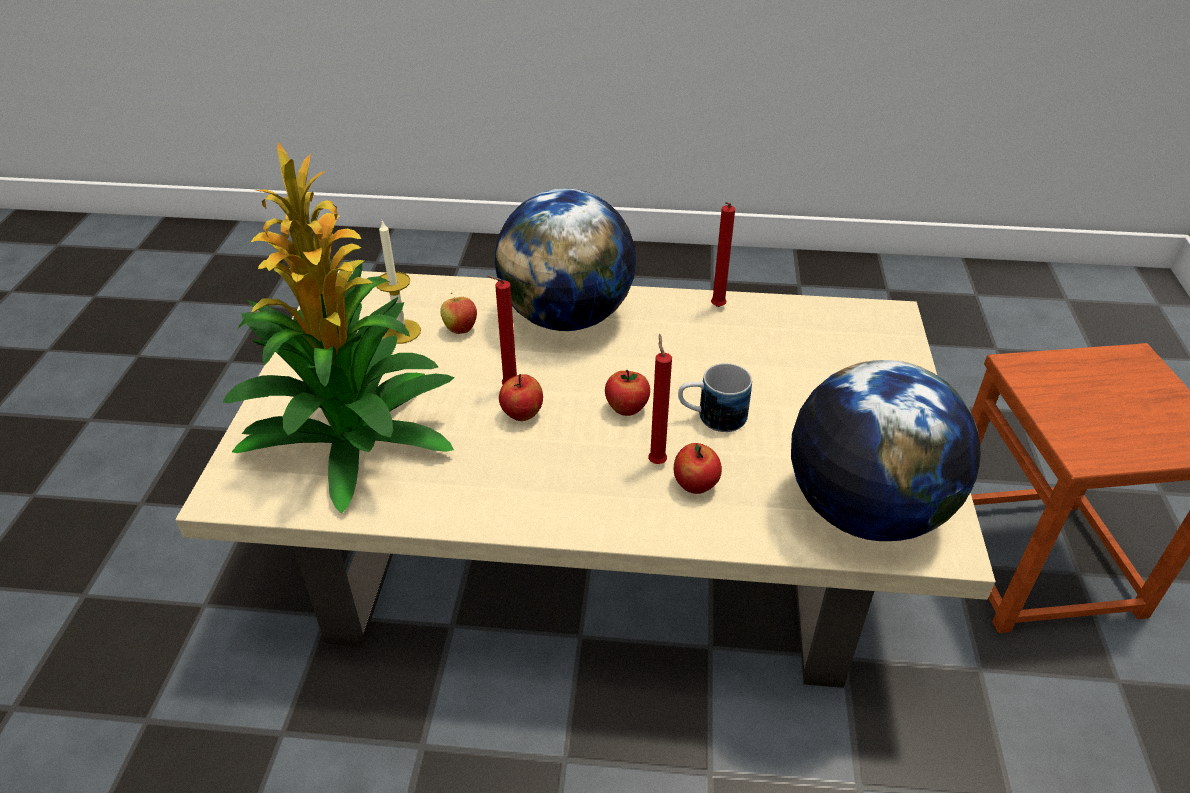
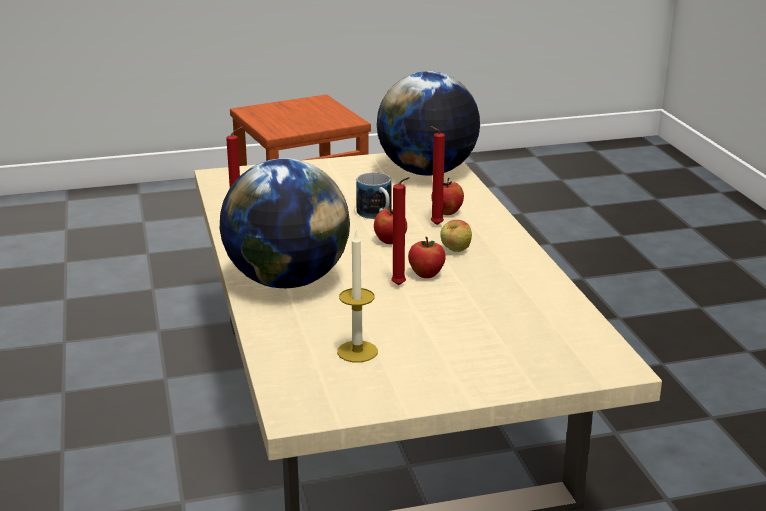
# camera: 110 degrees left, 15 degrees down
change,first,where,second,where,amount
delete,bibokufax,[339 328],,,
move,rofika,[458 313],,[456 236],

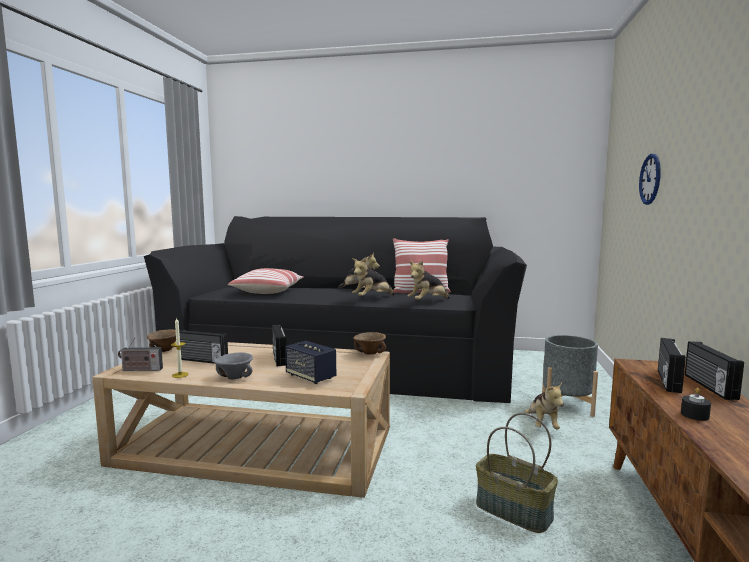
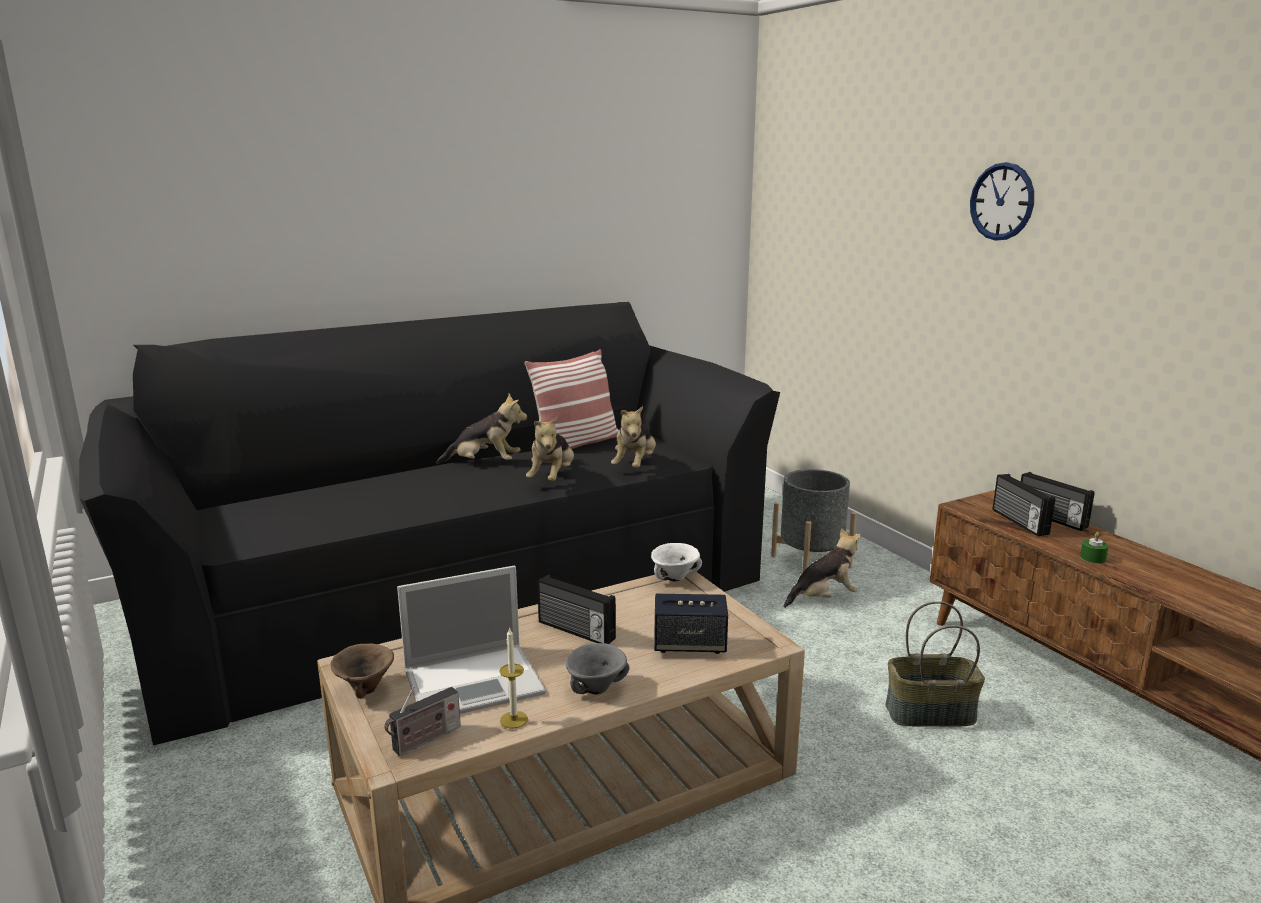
# camera: 40 degrees left, 10 degrees up
change,first,where,second,where,amount
move,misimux,[650 179],,[1002 201],
delete,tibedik,[266 281],,,
replace,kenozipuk,[203 347],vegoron,[471 640],
recolor,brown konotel,[369 343],white konotel,[676 562],
rotate,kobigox,[544 406],,[822 568],75 degrees counterclockwise
recolor,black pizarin,[696 404],green pizarin,[1094 547],

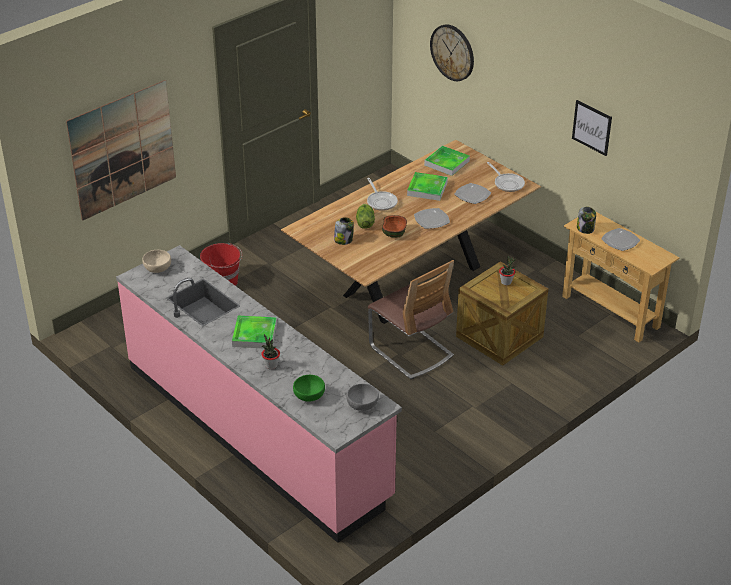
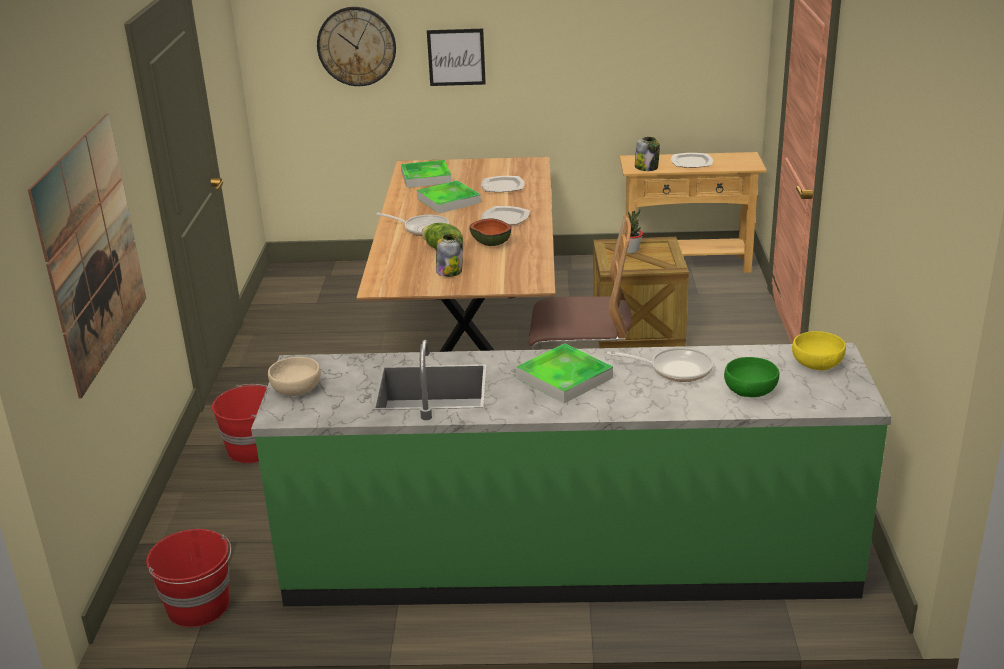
# camera: 45 degrees left, 10 degrees down
change,first,where,second,where,amount
move,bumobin,[592 128],,[456 57],
move,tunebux,[506 177],,[660 364],
recolor,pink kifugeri,[259 394],green kifugeri,[571 473],
delete,bibokufax,[270 351],,,
recolor,grey konotel,[362 397],yellow konotel,[819 350],
insert,,,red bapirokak,[188 578],

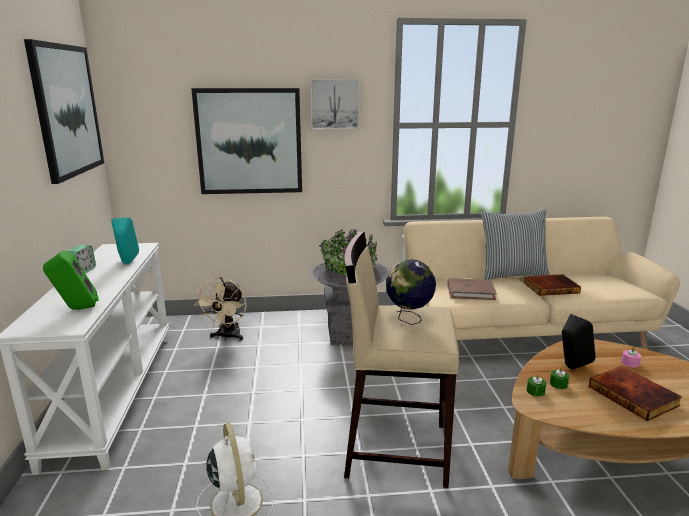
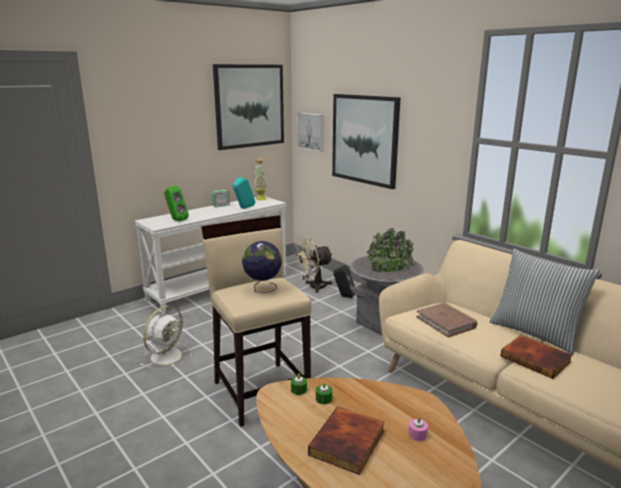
# camera: 55 degrees right, 0 degrees up
change,first,where,second,where,amount
move,bumobin,[334 104],,[310 132],
move,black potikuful,[579 342],,[344 281],
insert,,,bibokufax,[260 179],

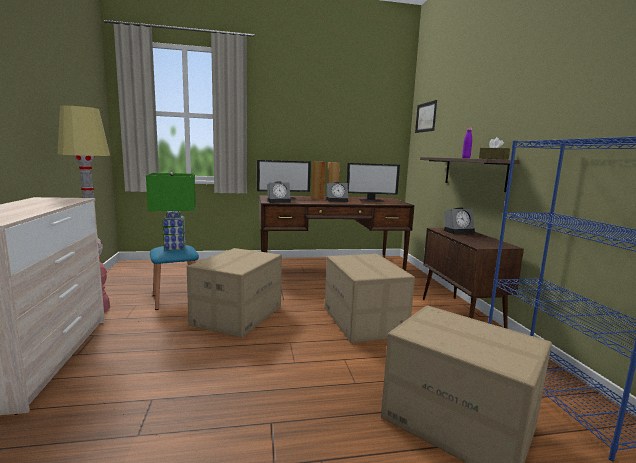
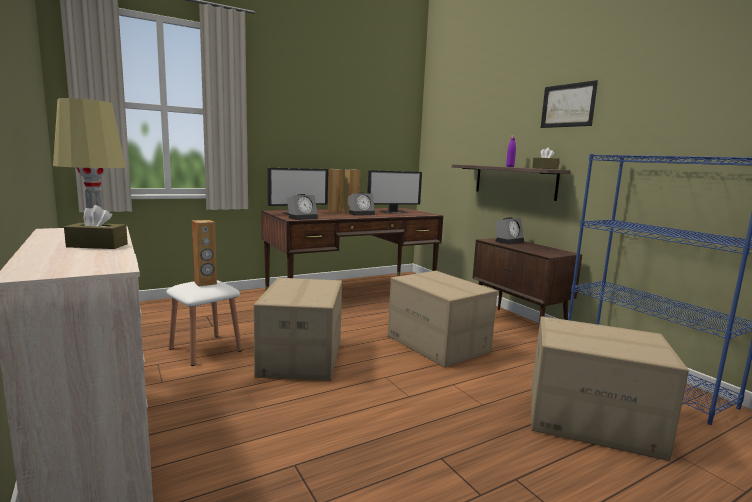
# camera: 20 degrees left, 0 degrees up
change,first,where,second,where,amount
move,bumobin,[426 116],,[569 104],
replace,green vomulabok,[171 211],brown potikuful,[204 253],
recolor,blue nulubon,[174 277],white nulubon,[204 323],
insert,,,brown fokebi,[96 227],

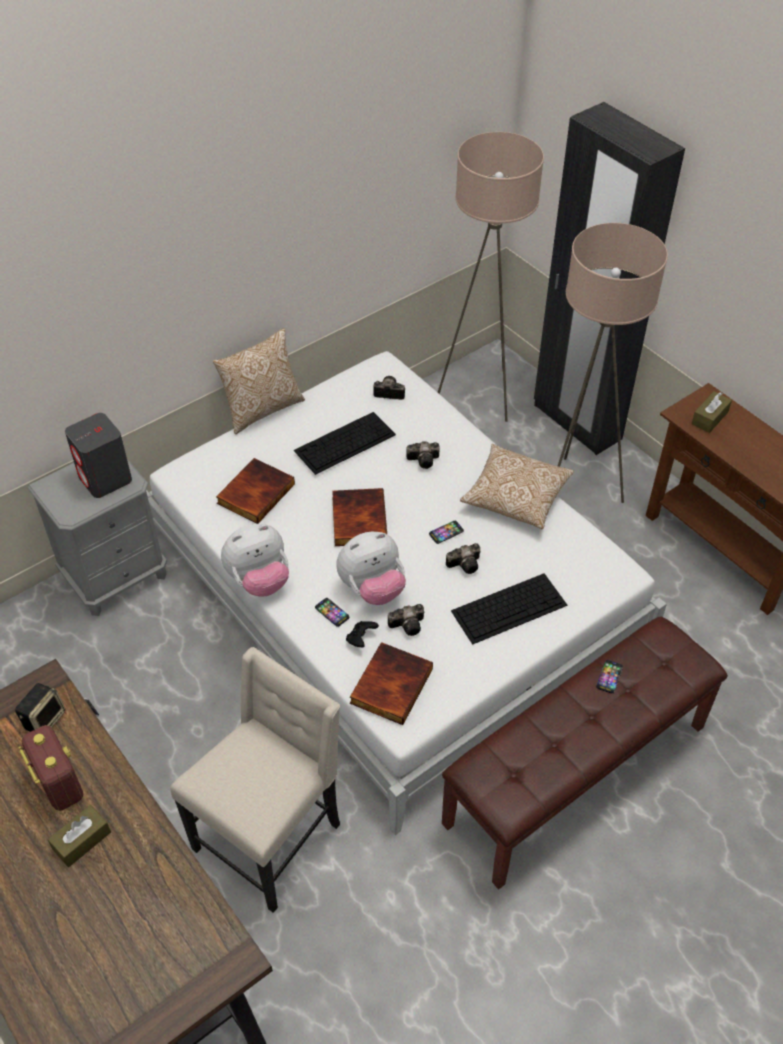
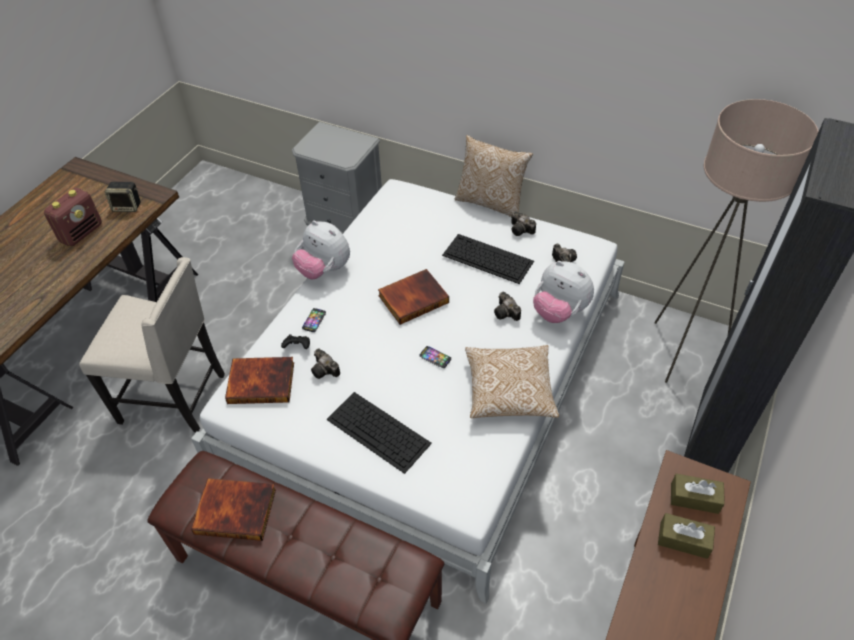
# camera: 65 degrees right, 0 degrees up
change,first,where,second,where,amount
delete,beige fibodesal,[613 363],,,
delete,grey potikuful,[98 455],,,
move,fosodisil,[255 491],,[233 509],
move,kobigox,[371 568],,[563 292],
move,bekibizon,[463 558],,[523 223],
delete,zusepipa,[610 676],,,
move,brown fokebi,[79 836],,[686 536],

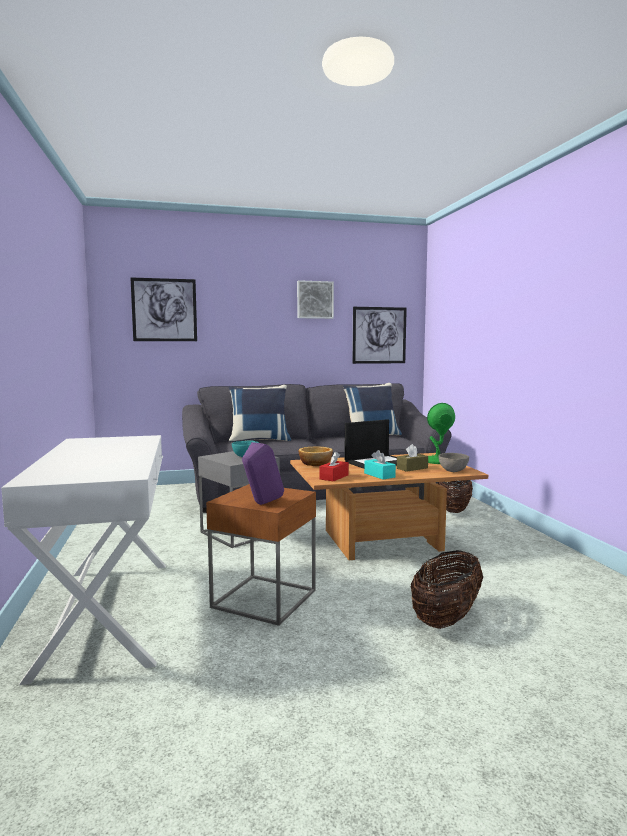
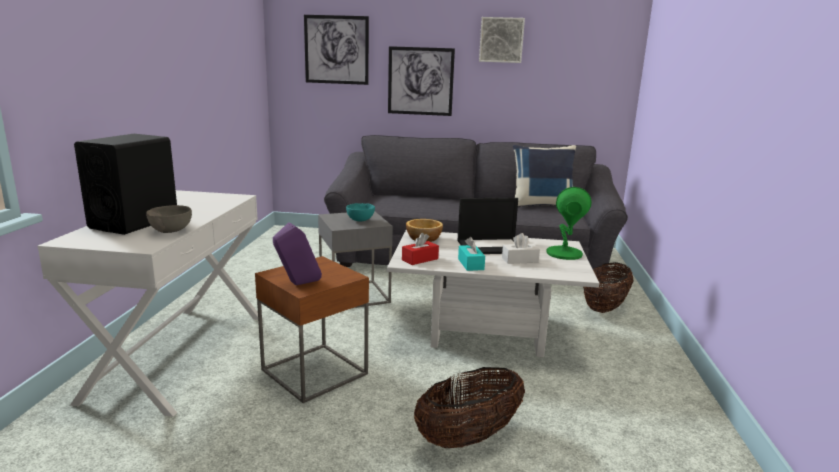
# camera: 20 degrees right, 10 degrees up
change,first,where,second,where,amount
move,bumobin,[379 335],,[421 81],
delete,blue tibedik,[260 414],,,
recolor,brown fokebi,[412 458],white fokebi,[521 248],
recolor,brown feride,[389 506],white feride,[493 293],
move,grey konotel,[453 462],,[169 219],
insert,,,black potikuful,[125 184],

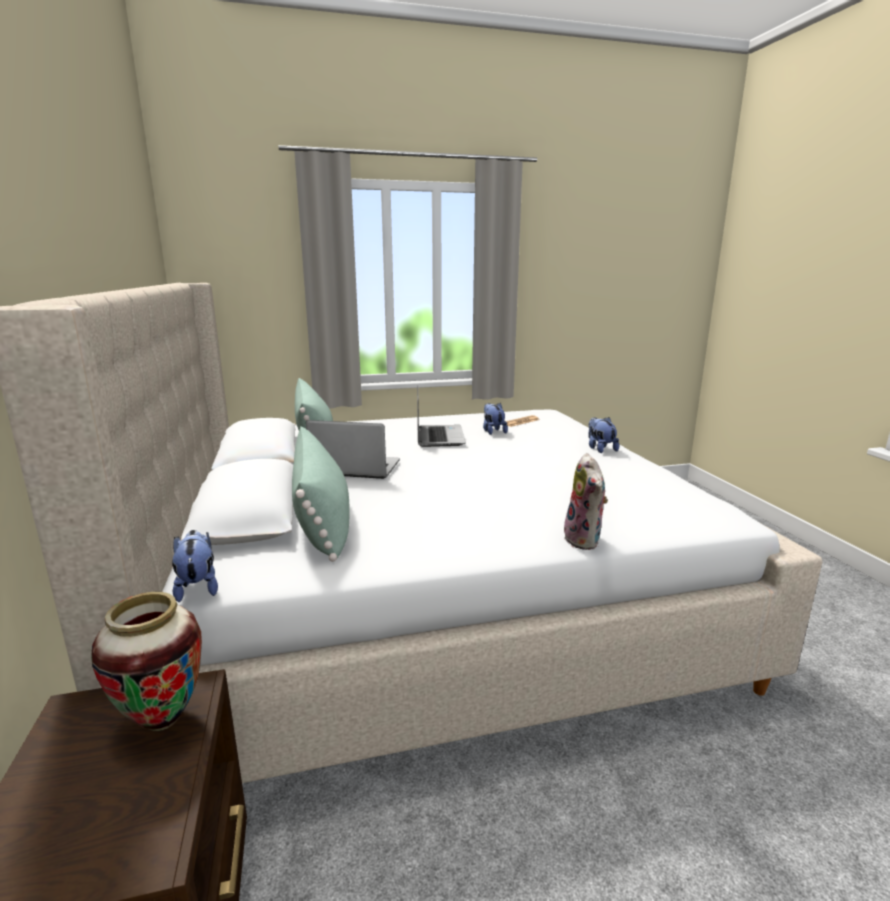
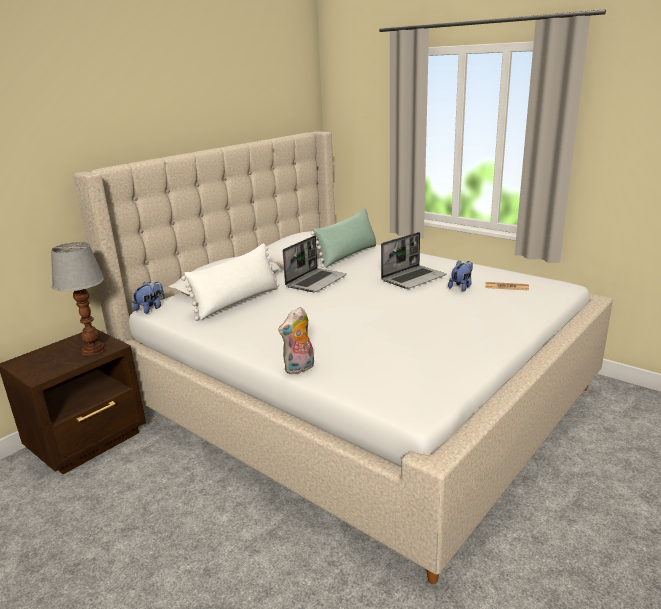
# camera: 55 degrees right, 5 degrees up
change,first,where,second,where,amount
delete,kobigox,[604 435],,,
rotate,vegoron,[353 449],,[315 263],60 degrees clockwise
recolor,green tibedik,[321 494],white tibedik,[230 282],
replace,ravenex,[146 661],vomulabok,[78 298],

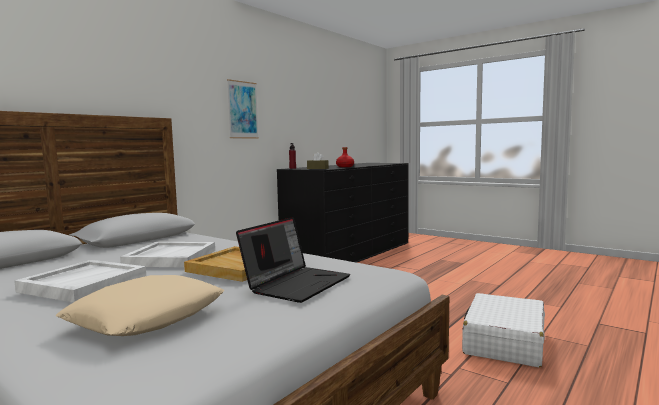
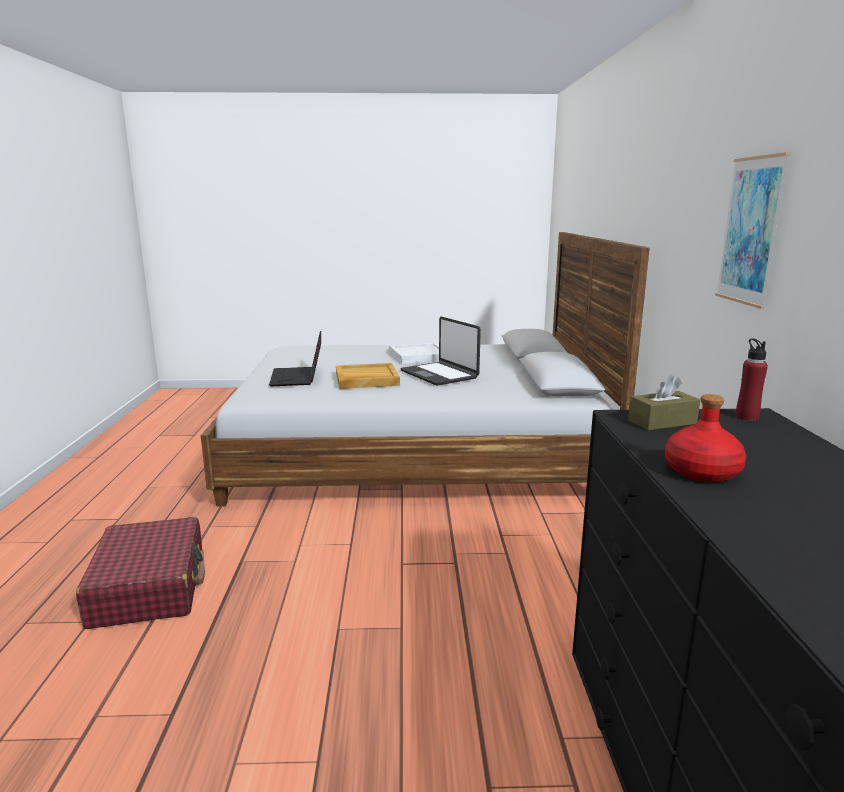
# camera: 140 degrees right, 10 degrees up
change,first,where,second,where,amount
replace,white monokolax,[167 255],vegoron,[440 351],
delete,beige tibedik,[140 305],,,
recolor,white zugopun,[503 330],red zugopun,[140 573],

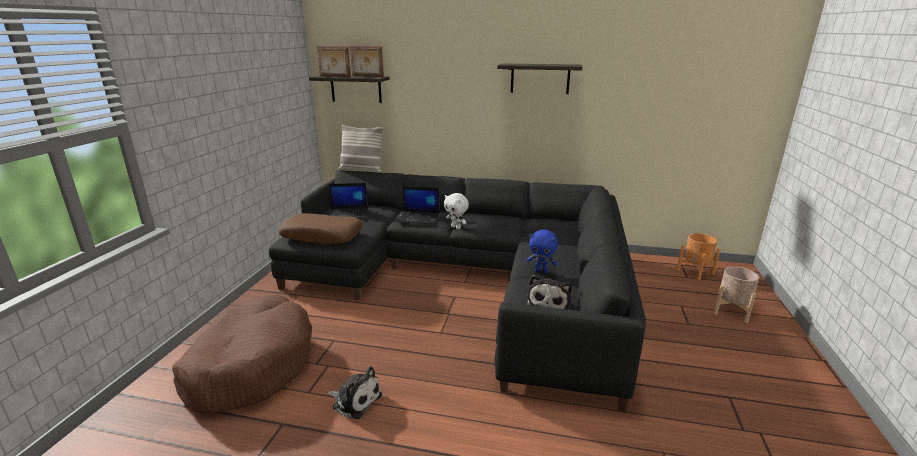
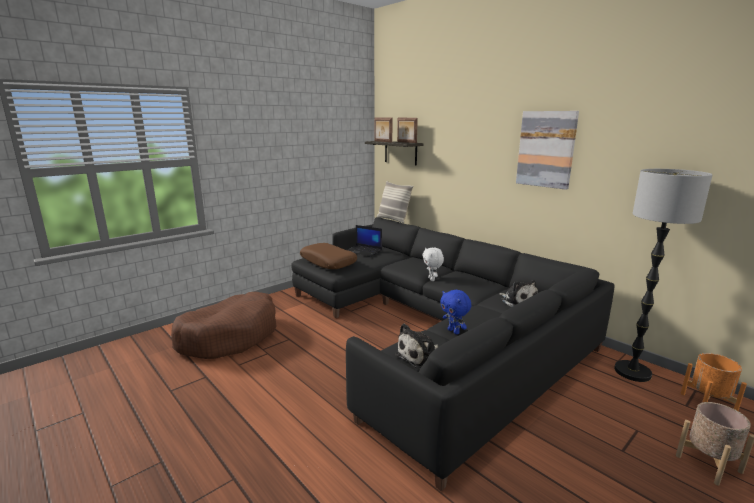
# camera: 35 degrees right, 5 degrees down
change,first,where,second,where,amount
replace,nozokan,[539 78],bumobin,[547 150],
delete,vegoron,[418 205],,,
move,kobigox,[355 392],,[518 293],
insert,,,fibodesal,[663 275],

